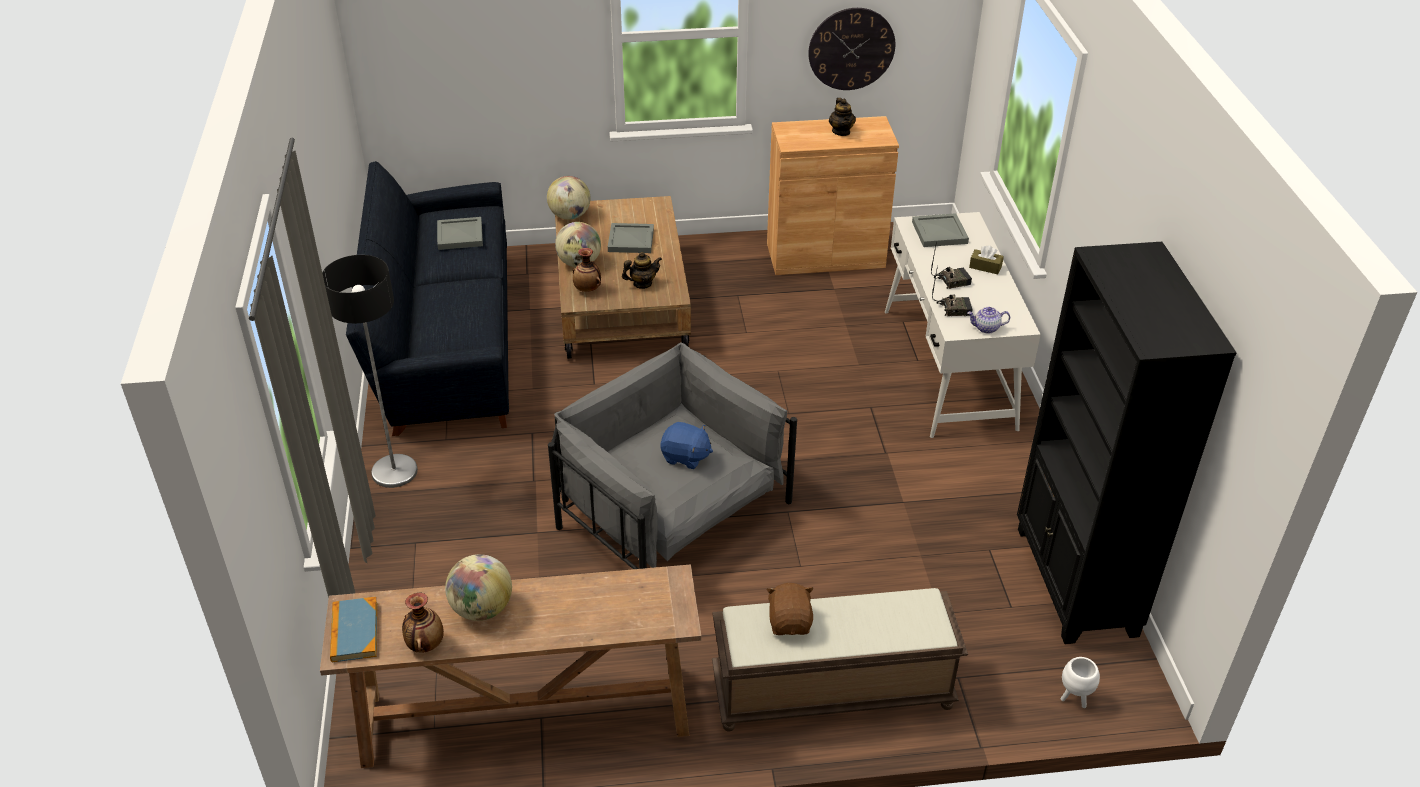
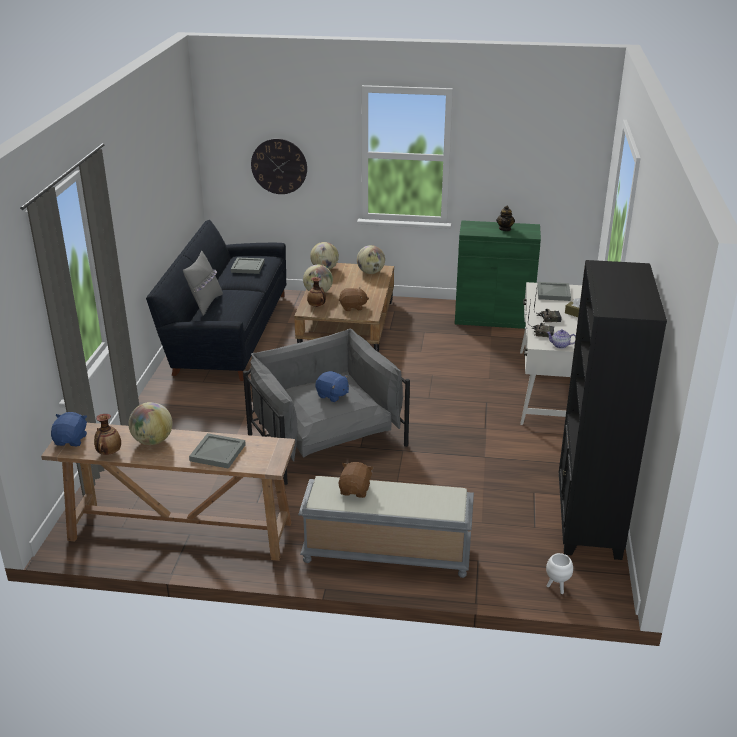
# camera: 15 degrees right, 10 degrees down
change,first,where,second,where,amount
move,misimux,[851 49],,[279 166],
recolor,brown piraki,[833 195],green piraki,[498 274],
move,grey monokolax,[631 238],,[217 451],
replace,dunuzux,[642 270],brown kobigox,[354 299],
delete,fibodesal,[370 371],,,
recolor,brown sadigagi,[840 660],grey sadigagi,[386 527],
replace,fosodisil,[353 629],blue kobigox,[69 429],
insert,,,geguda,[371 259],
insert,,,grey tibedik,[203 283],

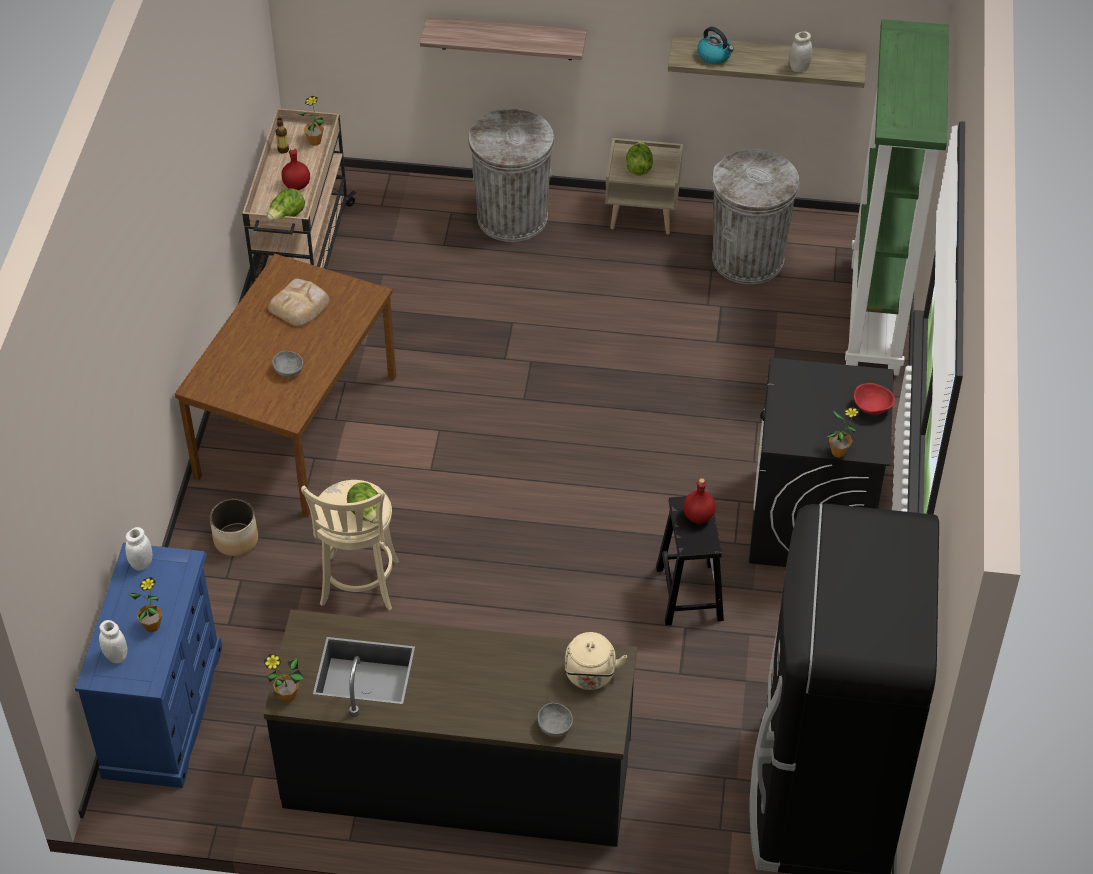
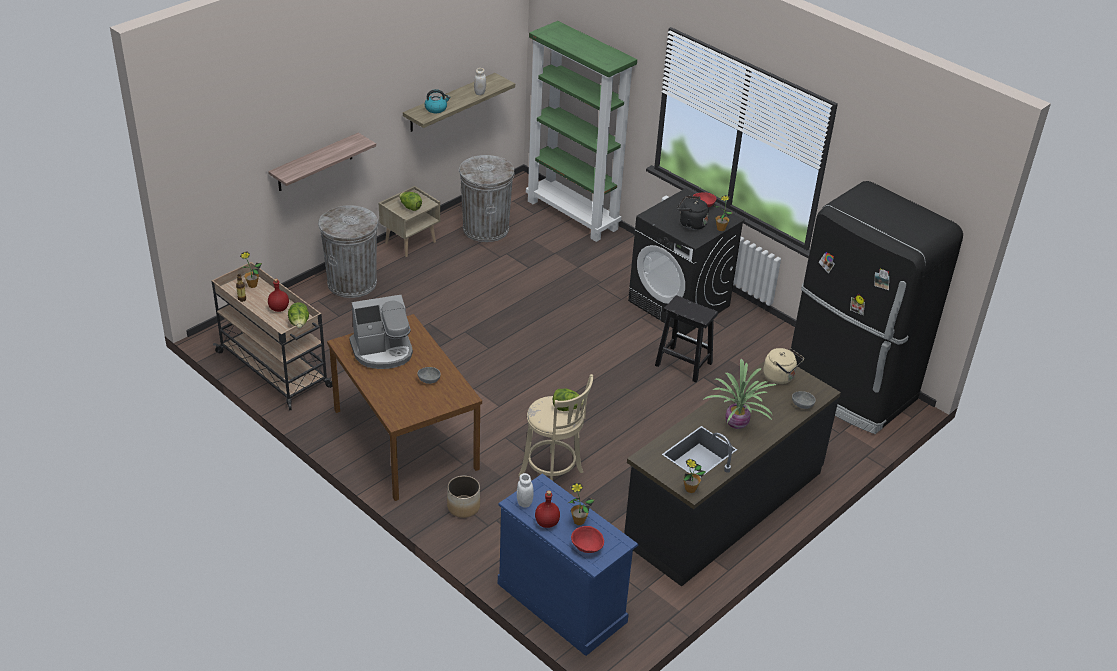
# camera: 55 degrees left, 10 degrees down
change,first,where,second,where,amount
replace,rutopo,[299 302],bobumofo,[381 332],
move,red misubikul,[699 500],,[547 509],
replace,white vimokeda,[113 641],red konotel,[587 539],
insert,,,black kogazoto,[693 213],
insert,,,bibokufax,[740 394],

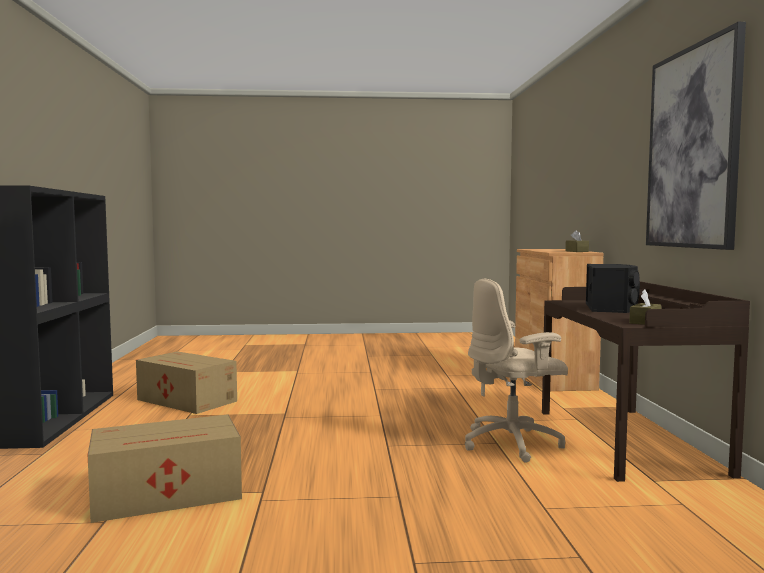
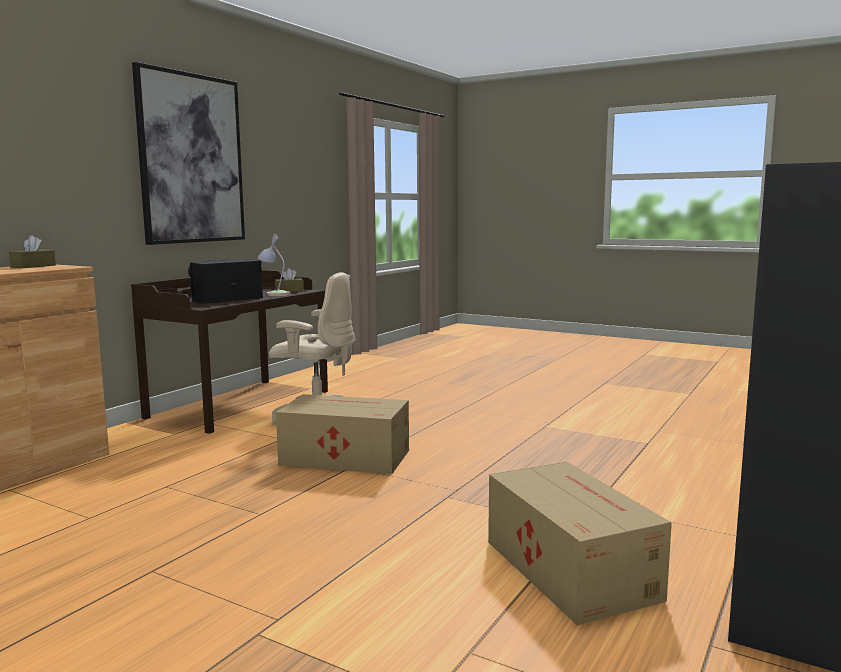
# camera: 145 degrees left, 5 degrees up
change,first,where,second,where,amount
move,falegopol,[165 468],,[342 434],
insert,,,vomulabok,[273 265],

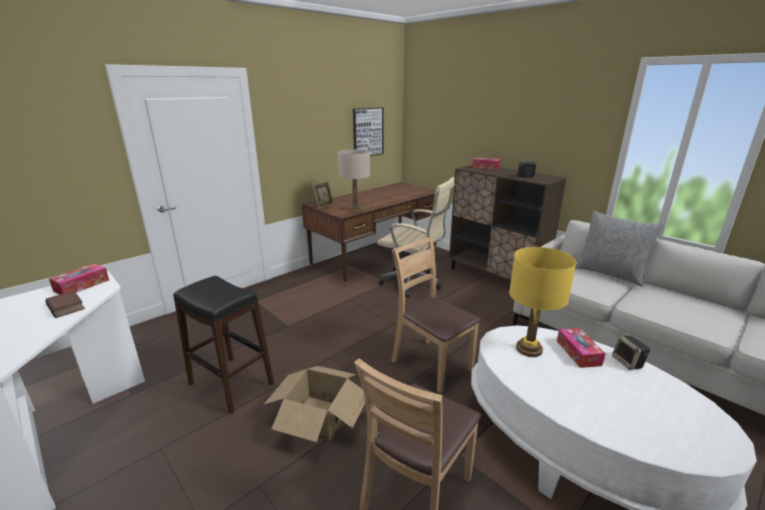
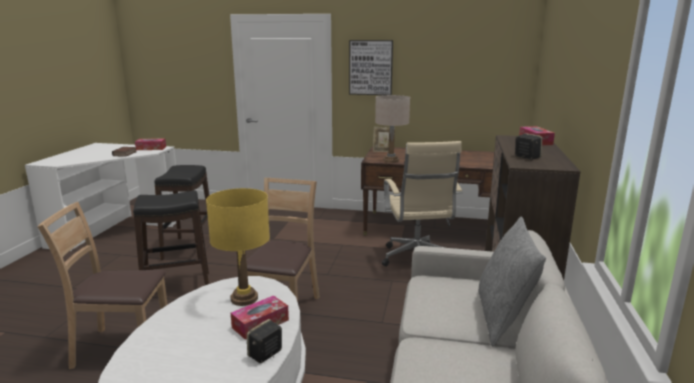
# camera: 55 degrees right, 5 degrees down
change,first,where,second,where,amount
move,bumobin,[368 131],,[371 67],
replace,falegopol,[314 404],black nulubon,[171 237],

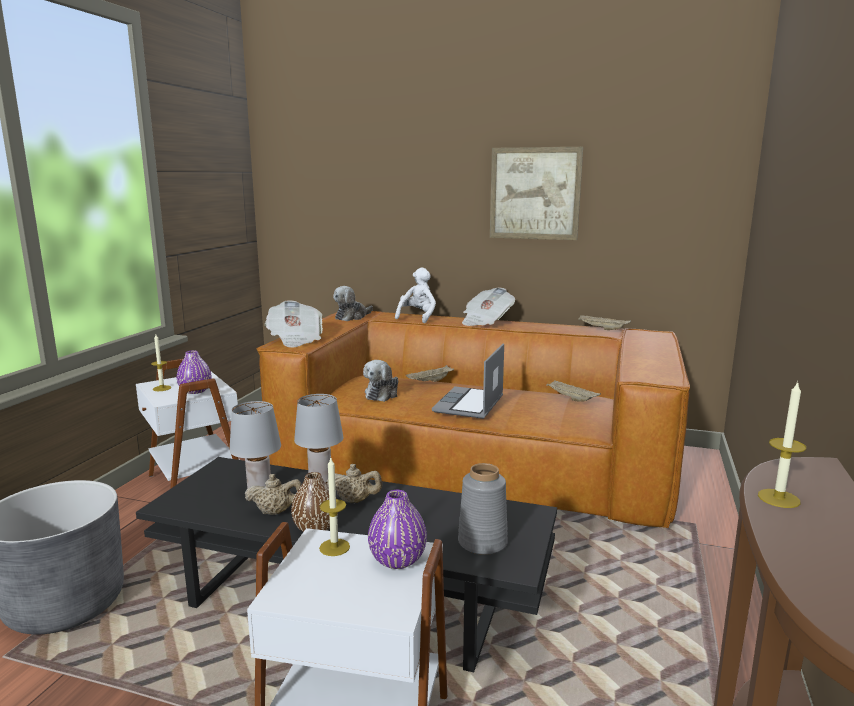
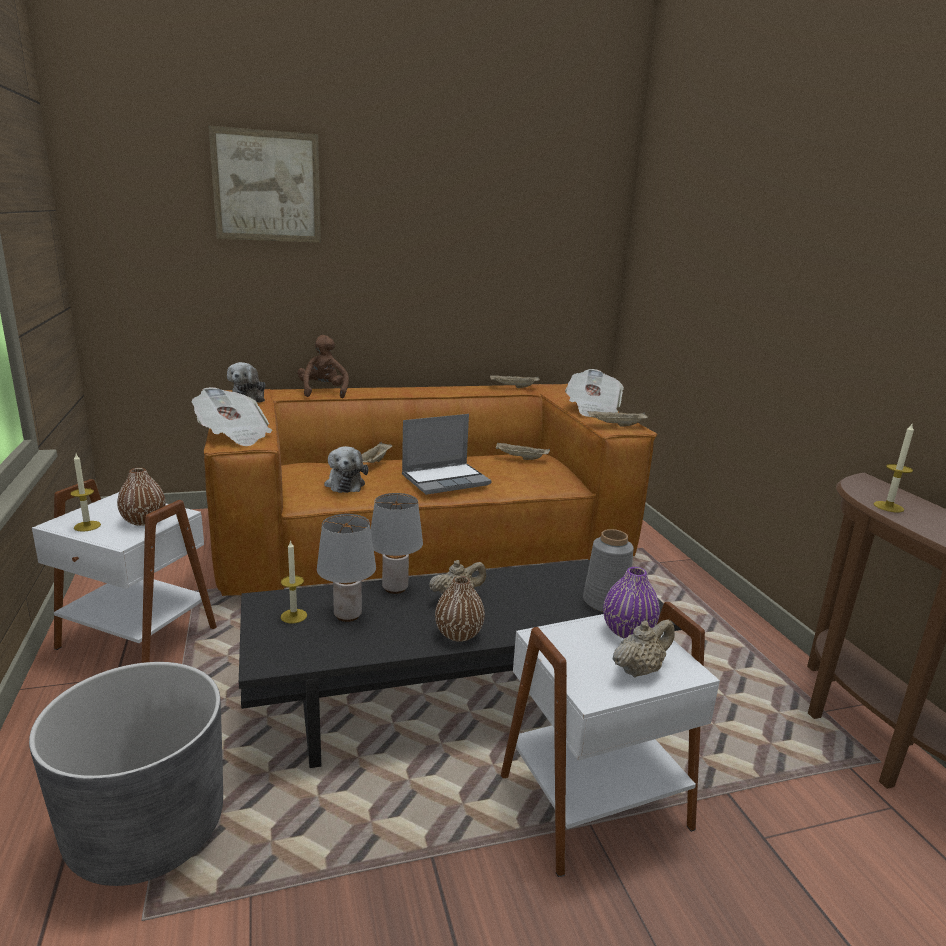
# camera: 35 degrees left, 5 degrees up
change,first,where,second,where,amount
move,bumobin,[536 193],,[264 184],
recolor,white kobigox,[415 295],brown kobigox,[323 366],
move,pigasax,[488 306],,[594 393],
rotate,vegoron,[468 381],,[447 454],105 degrees counterclockwise
recolor,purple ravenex,[194 372],brown ravenex,[141 497],
move,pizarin,[334 507],,[294 581],
move,beige dunuzux,[273 494],,[644 648],
insert,,,beige monokolax,[618 419],

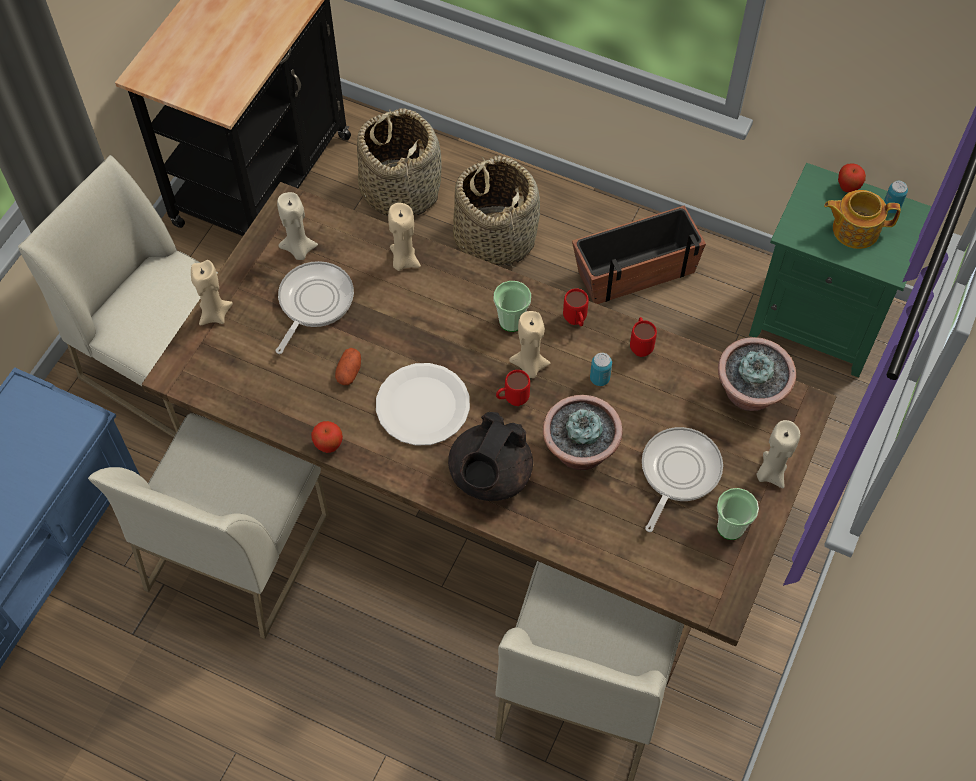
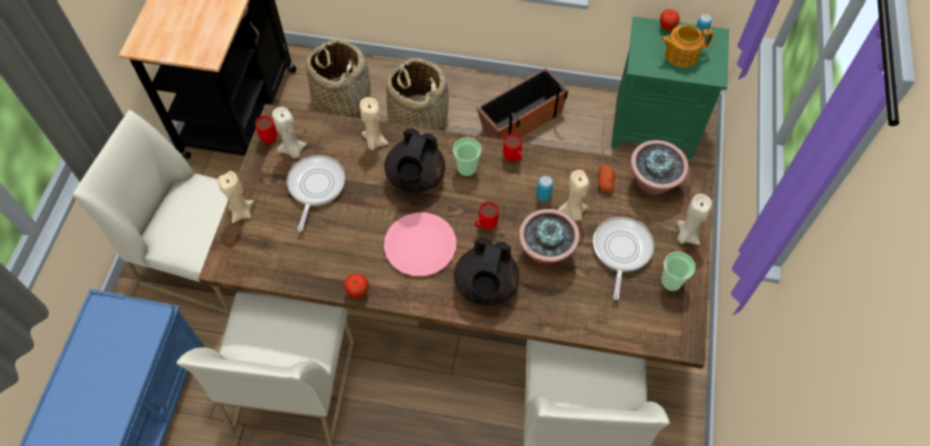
# camera: 15 degrees left, 0 degrees up
change,first,where,second,where,amount
move,beige pizarin,[529 344],,[573 195],
move,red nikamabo,[643 337],,[266 129],
move,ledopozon,[348 366],,[606 179],
recolor,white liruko,[423 404],pink liruko,[420 244],
insert,,,black dunuzux,[414 160],

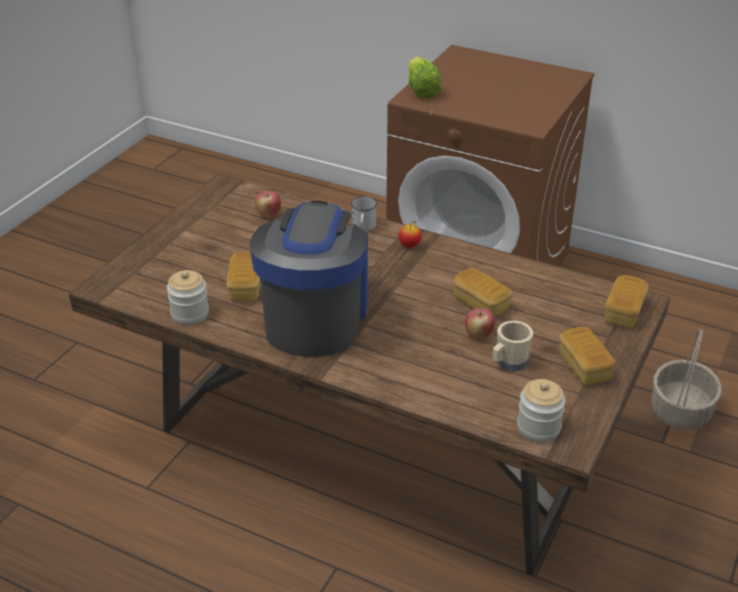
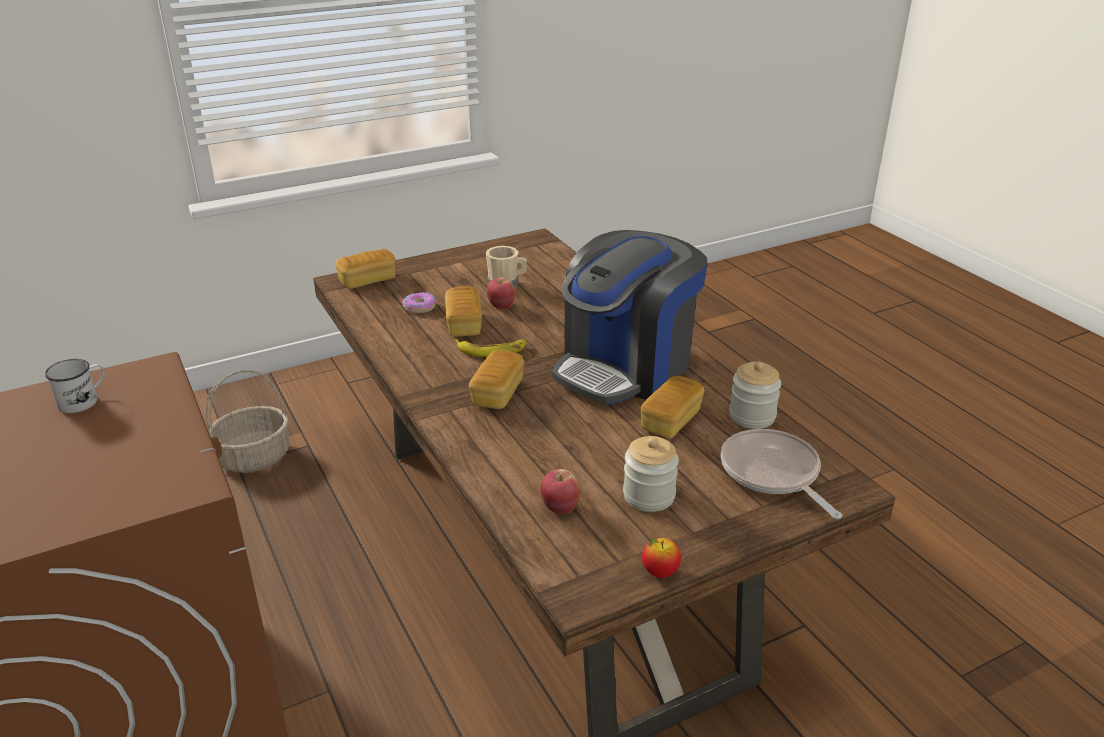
# camera: 145 degrees left, 5 degrees down
change,first,where,second,where,amount
delete,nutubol,[425 77],,,
move,white nikamabo,[364 213],,[75 386],
move,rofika,[410 234],,[661 558],
move,rutopo,[587 356],,[496 379],
move,vimokeda,[541 410],,[651 474],
insert,,,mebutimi,[419 302],
insert,,,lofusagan,[491 348],
insert,,,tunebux,[781 474],

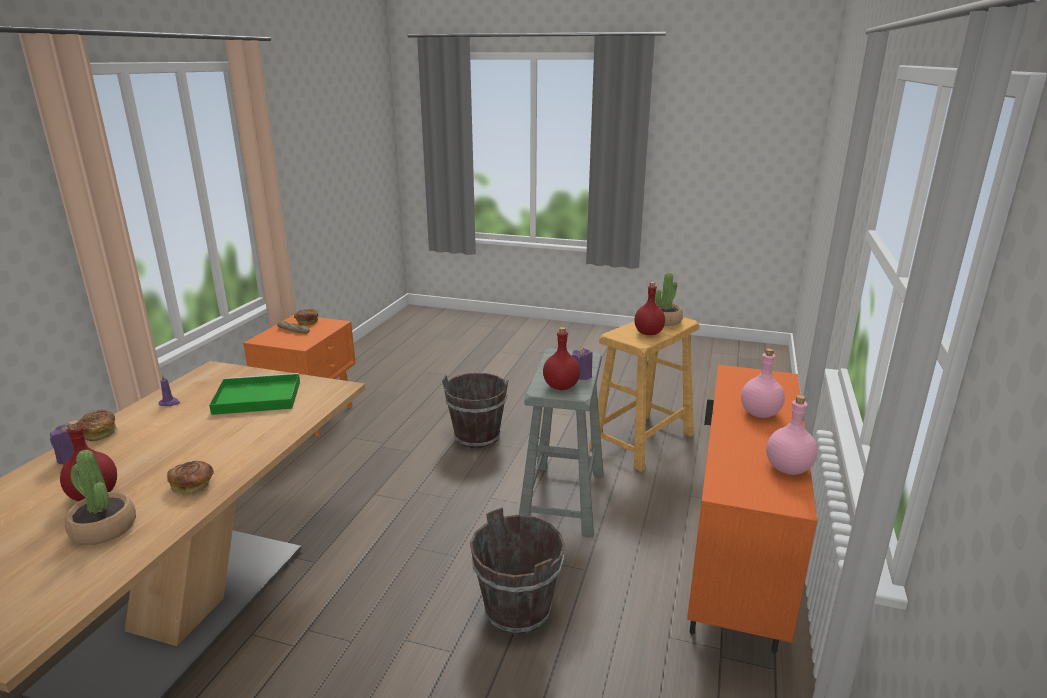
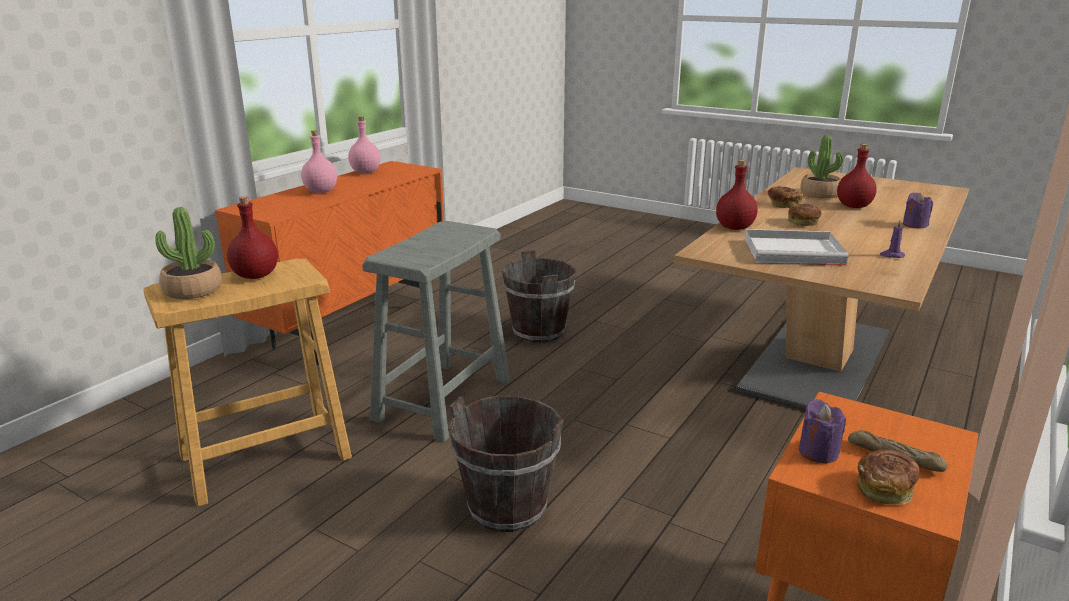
# camera: 165 degrees left, 0 degrees up
change,first,where,second,where,amount
move,red misubikul,[561 358],,[737 195],
move,purple pizarin,[582 364],,[822 431],
recolor,green monokolax,[254 394],white monokolax,[796 247],
move,rutopo,[98 425],,[804 215],

